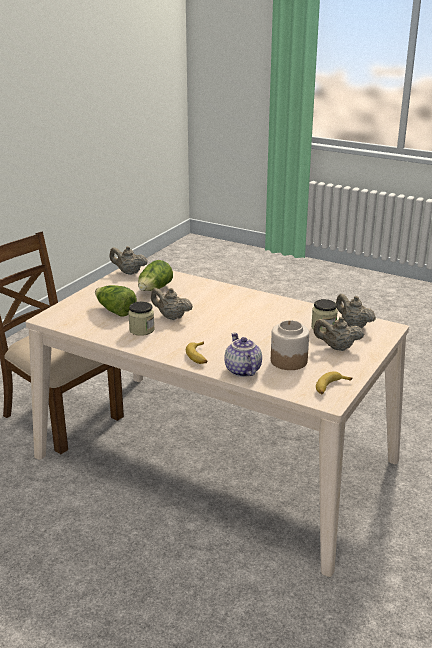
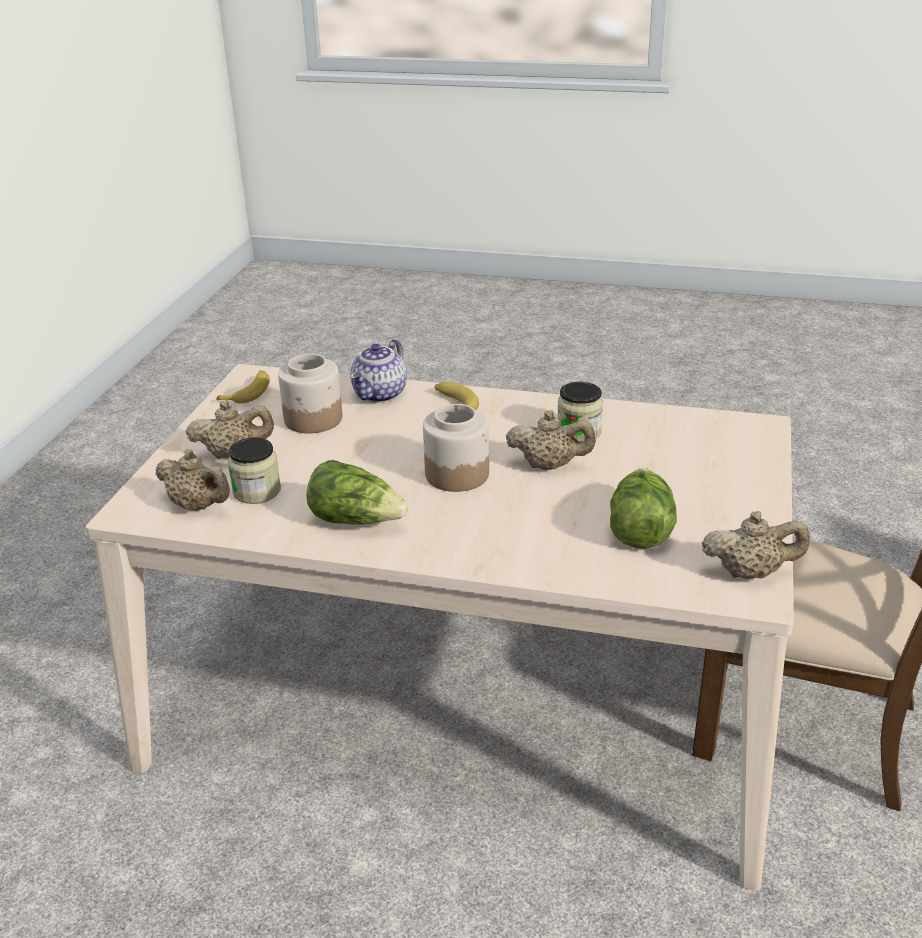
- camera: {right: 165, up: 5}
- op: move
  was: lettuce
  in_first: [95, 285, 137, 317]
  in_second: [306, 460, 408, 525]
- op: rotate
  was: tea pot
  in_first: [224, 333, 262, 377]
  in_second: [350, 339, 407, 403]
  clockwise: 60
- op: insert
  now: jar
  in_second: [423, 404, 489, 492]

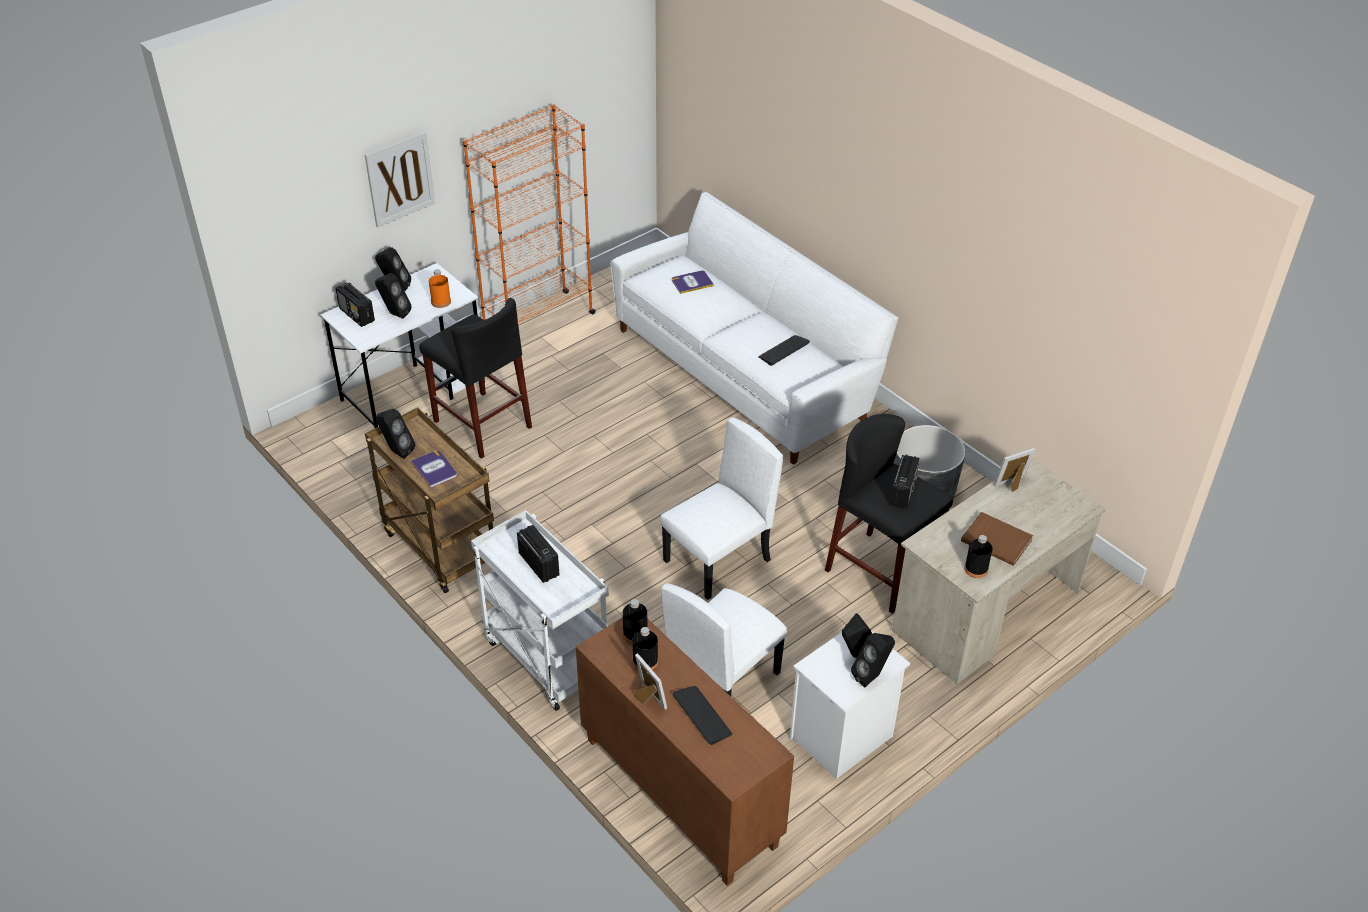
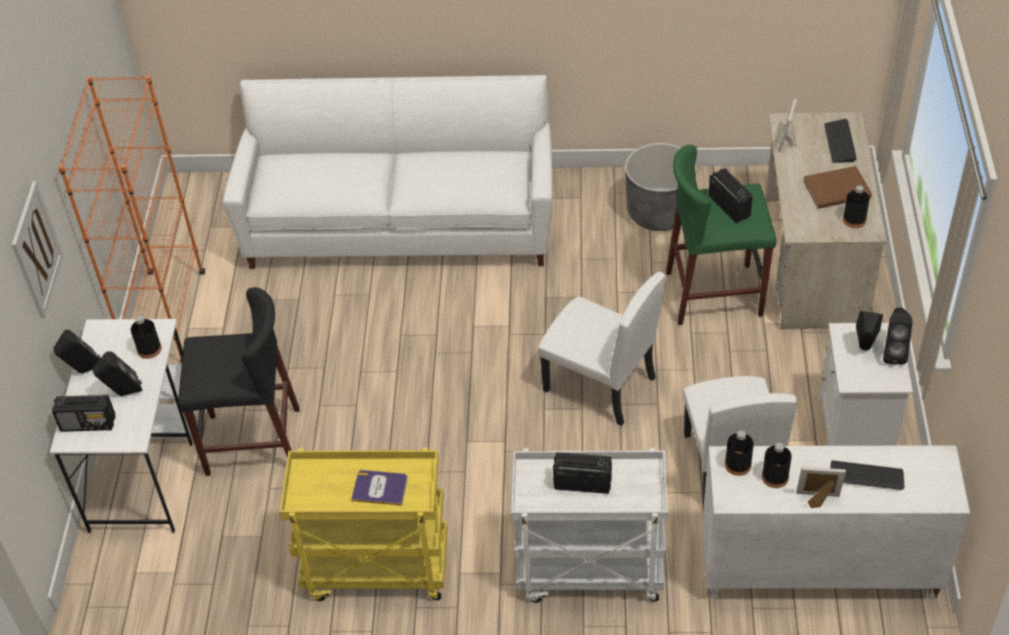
- camera: {right: -45, up: 5}
- op: recolor
  was: brown-coloured cart
  now: yellow cart
  in_first: [365, 407, 494, 593]
  in_second: [279, 448, 448, 601]
- op: delete
  was: black loudspeaker
  in_first: [376, 409, 415, 459]
- op: recolor
  was: orangey bottle
  now: black bottle
  in_first: [429, 269, 451, 308]
  in_second: [131, 316, 162, 359]
- op: recolor
  was: brown-coloured cabinet
  now: white-coloured cabinet
  in_first: [576, 617, 794, 886]
  in_second: [702, 445, 970, 599]
- op: rotate
  was: white-coloured chair
  in_first: [660, 417, 783, 600]
  in_second: [538, 272, 666, 426]
  clockwise: 120
- op: delete
  was: volume
  in_first: [672, 270, 714, 294]
- op: move
  was: keyboard
  in_first: [758, 335, 810, 366]
  in_second: [824, 119, 857, 163]
- op: recolor
  was: black stool
  now: green-coloured stool
  in_first: [825, 414, 953, 614]
  in_second: [666, 145, 777, 325]

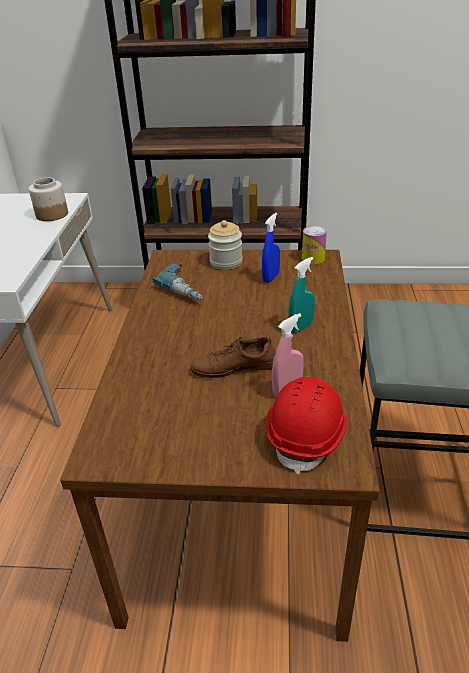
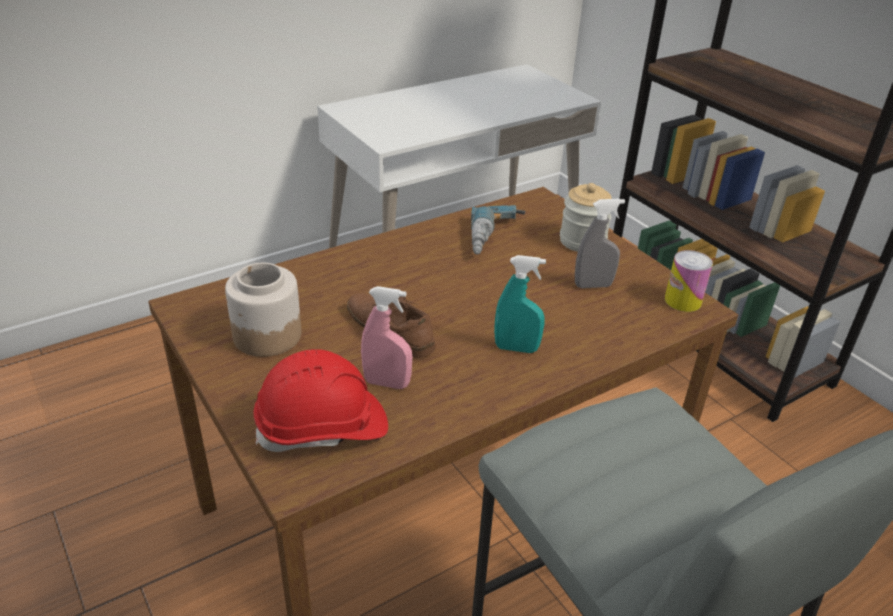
- camera: {right: 50, up: 0}
- op: move
  was: jar
  in_first: [29, 177, 68, 221]
  in_second: [225, 263, 301, 357]
- op: recolor
  was: blue-coloured sprayer
  now: gray sprayer
  in_first: [262, 213, 280, 283]
  in_second: [575, 199, 625, 288]

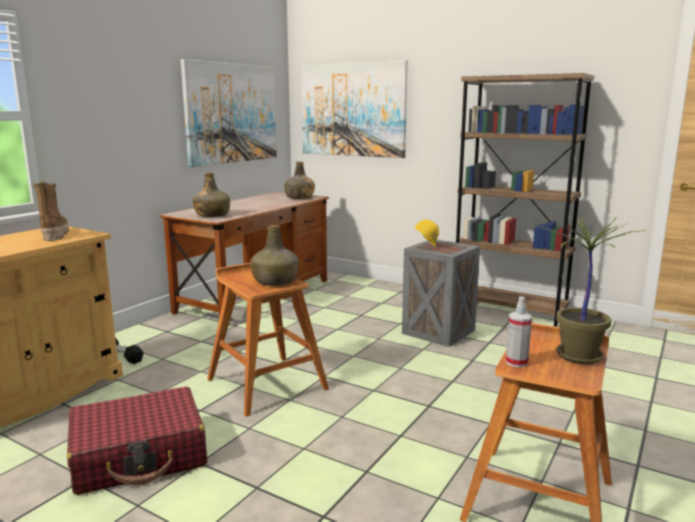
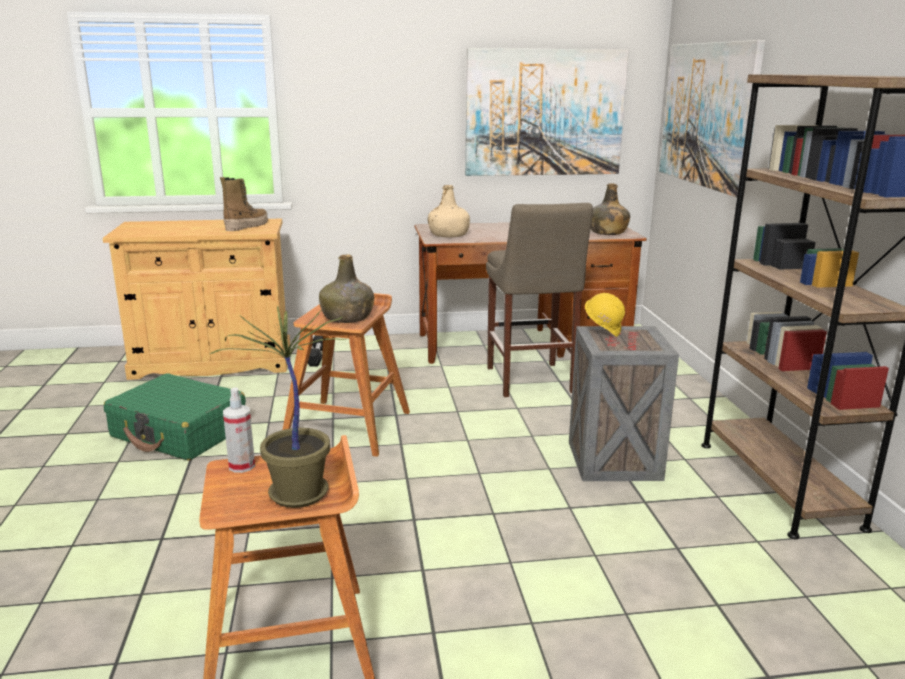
- camera: {right: 50, up: 5}
- op: recolor
  was: red-coloured piece of luggage
  now: green-coloured piece of luggage
  in_first: [67, 387, 207, 495]
  in_second: [104, 373, 246, 461]
- op: recolor
  was: green-coloured bottle
  now: sand-coloured bottle
  in_first: [193, 173, 230, 217]
  in_second: [428, 185, 470, 237]
- op: insert
  now: sand-coloured stool
  in_second: [486, 203, 593, 397]

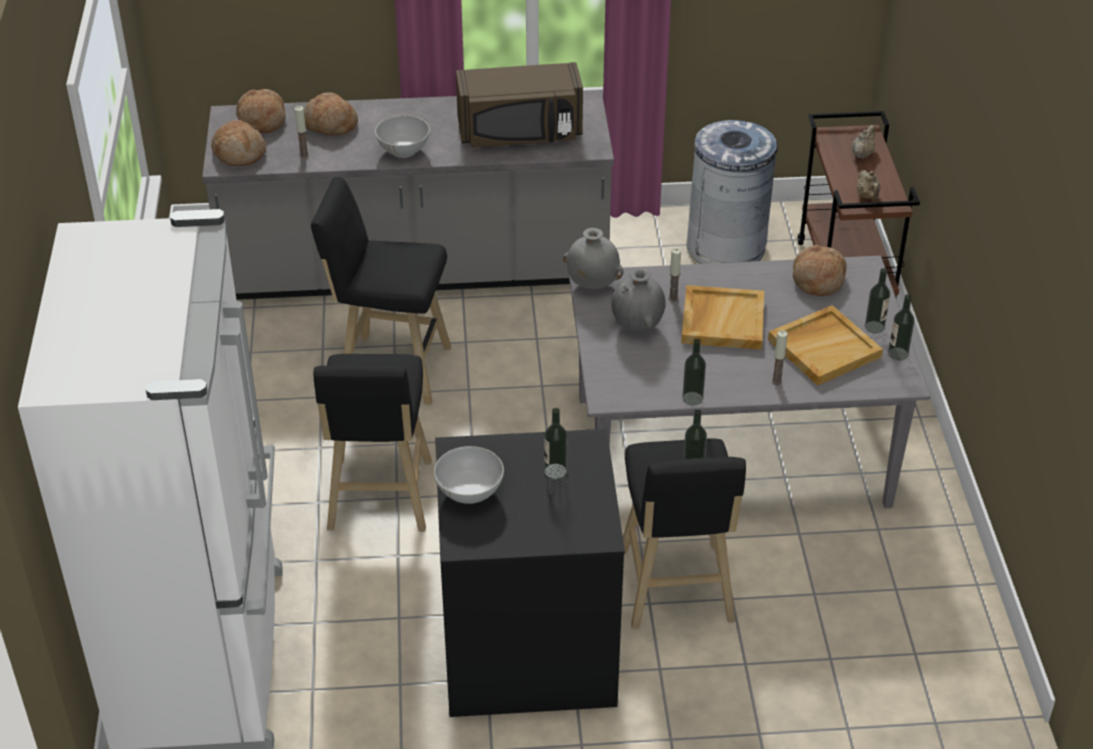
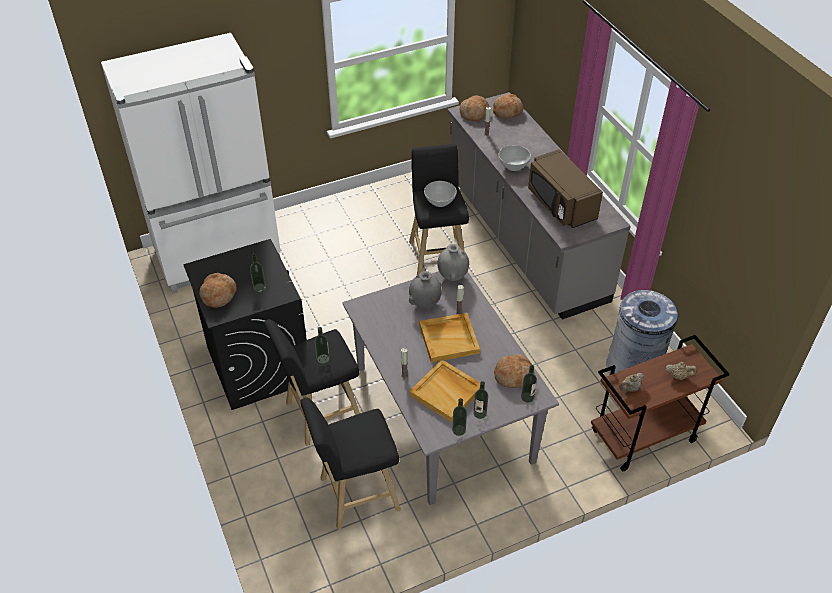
- camera: {right: 70, up: 5}
- op: move
  was: bakery bread
  in_first: [304, 92, 358, 136]
  in_second: [199, 273, 237, 308]
- op: move
  was: black stool
  in_first: [314, 354, 432, 531]
  in_second: [300, 397, 401, 530]
- op: move
  was: white-coloured deep dish
  in_first: [434, 446, 504, 504]
  in_second: [424, 181, 457, 207]
- op: move
  was: bottle
  in_first: [682, 338, 706, 405]
  in_second: [521, 365, 537, 403]

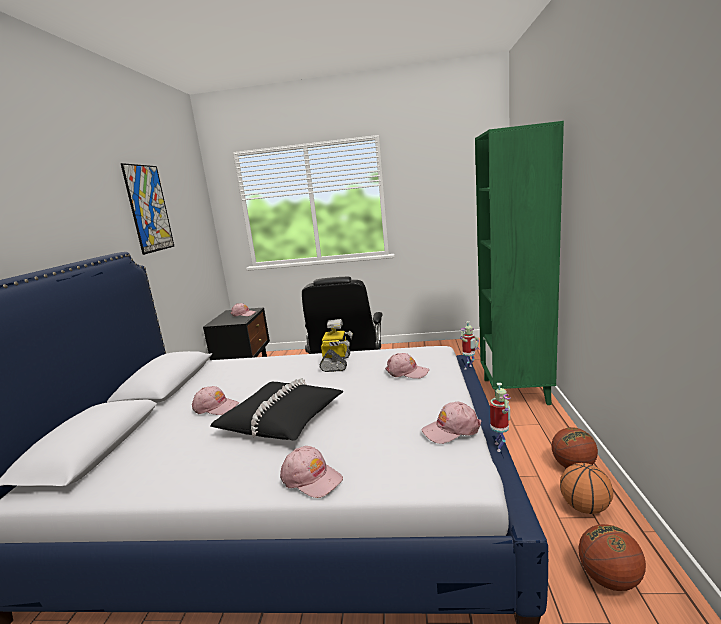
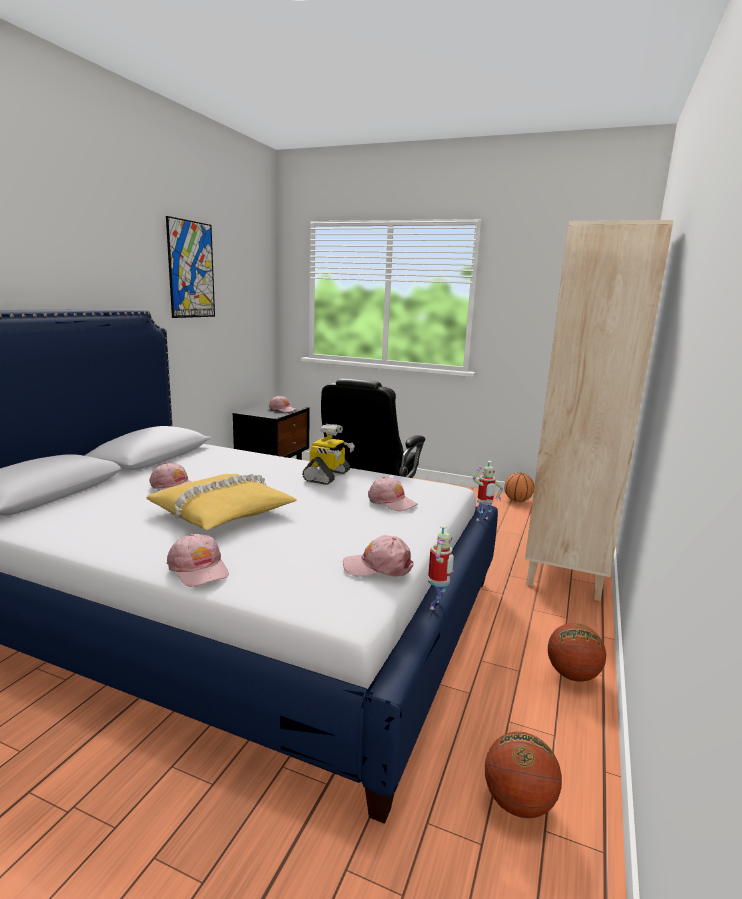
- camera: {right: 15, up: 0}
- op: recolor
  was: black pillow
  now: yellow pillow
  in_first: [211, 378, 343, 441]
  in_second: [146, 473, 297, 530]
- op: recolor
  was: green-coloured shelving unit
  now: sand-coloured shelving unit
  in_first: [475, 121, 564, 405]
  in_second: [525, 220, 674, 601]
- op: move
  was: basketball
  in_first: [560, 463, 613, 514]
  in_second: [504, 472, 534, 502]

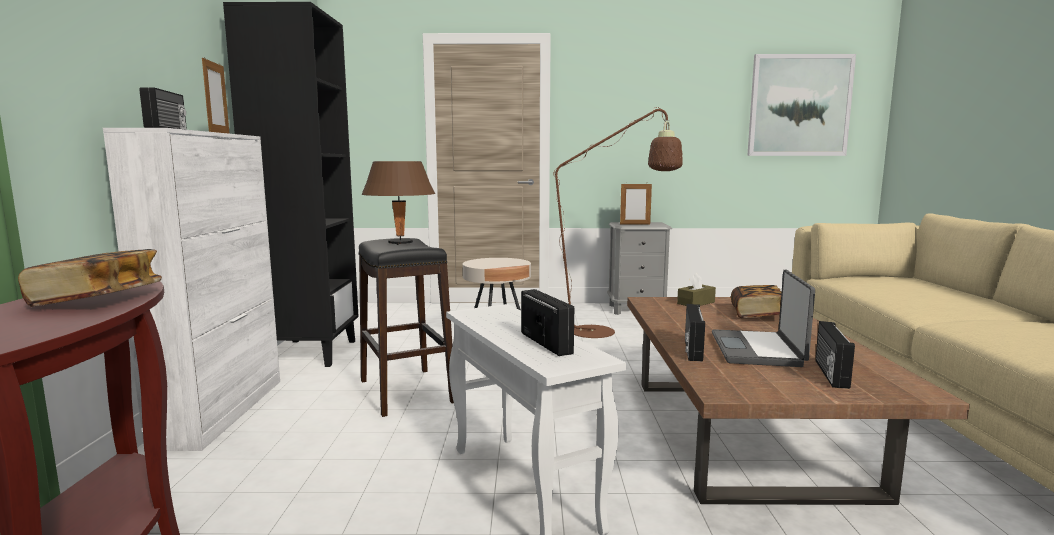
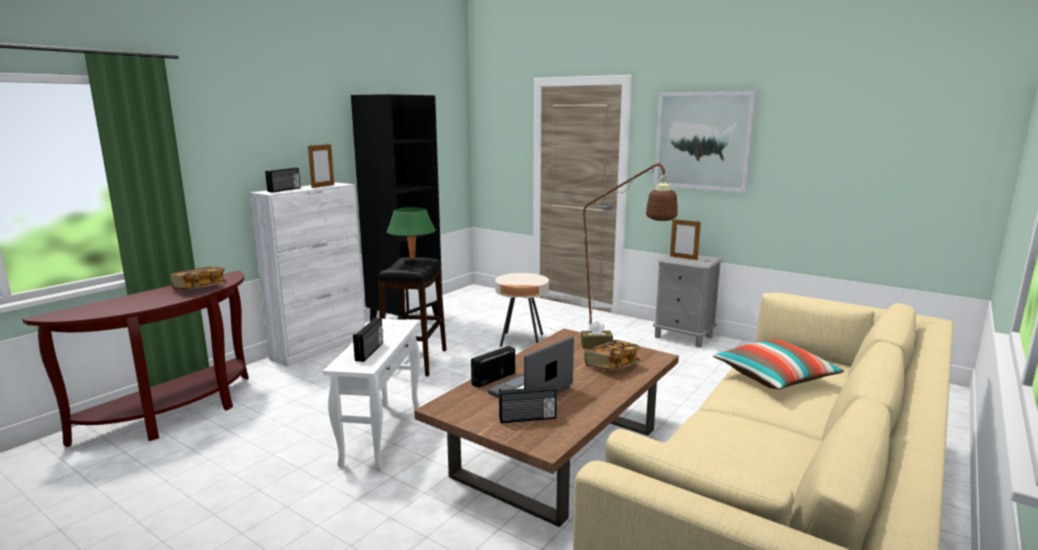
- camera: {right: 35, up: 5}
- op: recolor
  was: brown-coloured table lamp
  now: green-coloured table lamp
  in_first: [362, 161, 435, 245]
  in_second: [387, 207, 435, 265]
- op: move
  was: wall picture
  in_first: [747, 54, 856, 156]
  in_second: [653, 91, 756, 193]
- op: rotate
  was: radio set
  in_first: [815, 321, 855, 389]
  in_second: [499, 385, 557, 423]
  clockwise: -150
- op: insert
  now: pillow
  in_second: [713, 339, 844, 390]

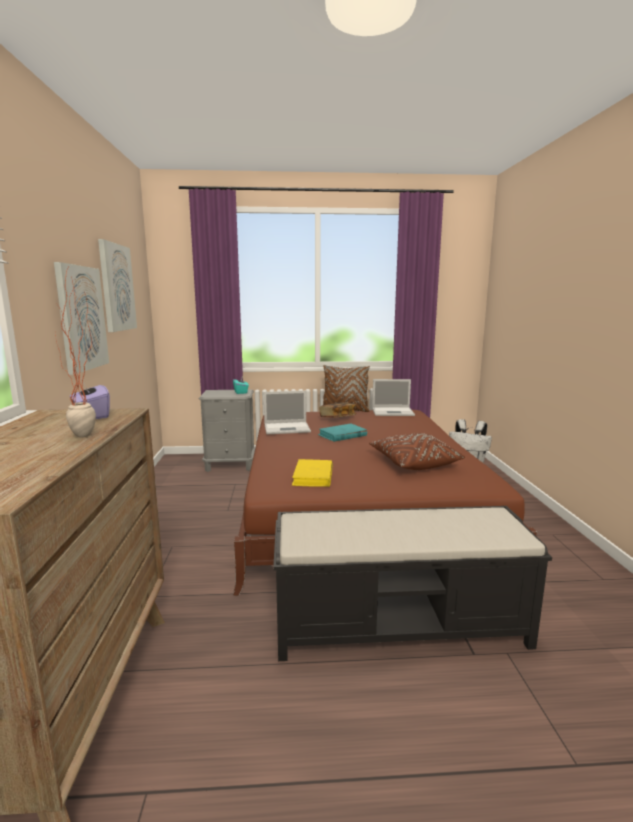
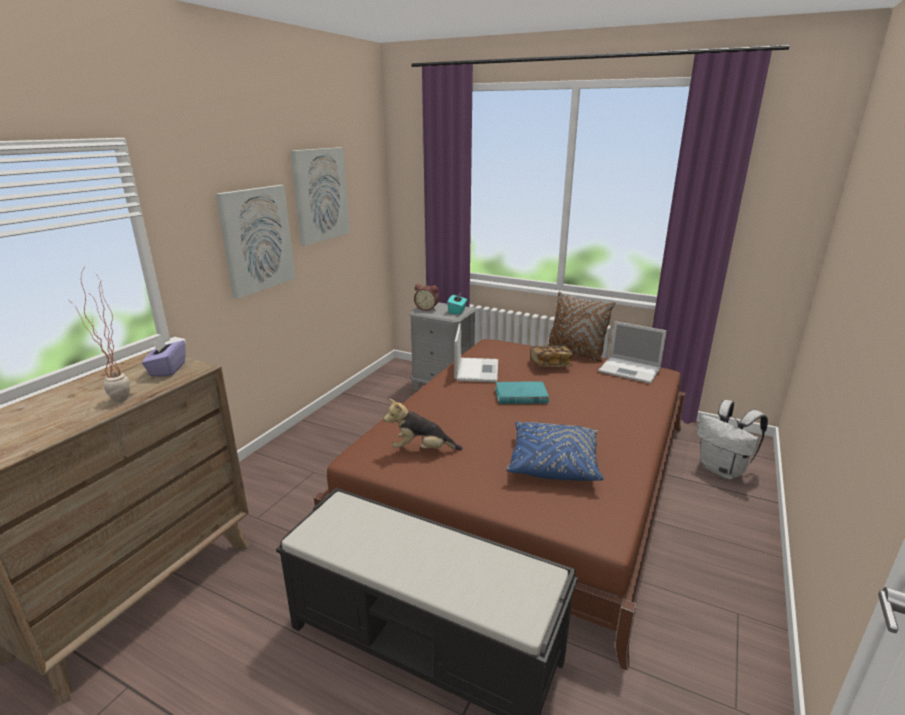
- camera: {right: 30, up: 10}
- op: rotate
  was: notebook computer
  in_first: [264, 391, 311, 434]
  in_second: [454, 323, 498, 382]
  clockwise: -105
- op: replace
  was: yellow volume
  now: plush toy
  in_first: [292, 459, 333, 487]
  in_second: [384, 399, 462, 450]
- op: recolor
  was: brown-coloured pillow
  now: blue-coloured pillow
  in_first: [369, 433, 465, 470]
  in_second: [506, 421, 603, 481]
- op: insert
  now: table clock
  in_second: [414, 284, 439, 311]

